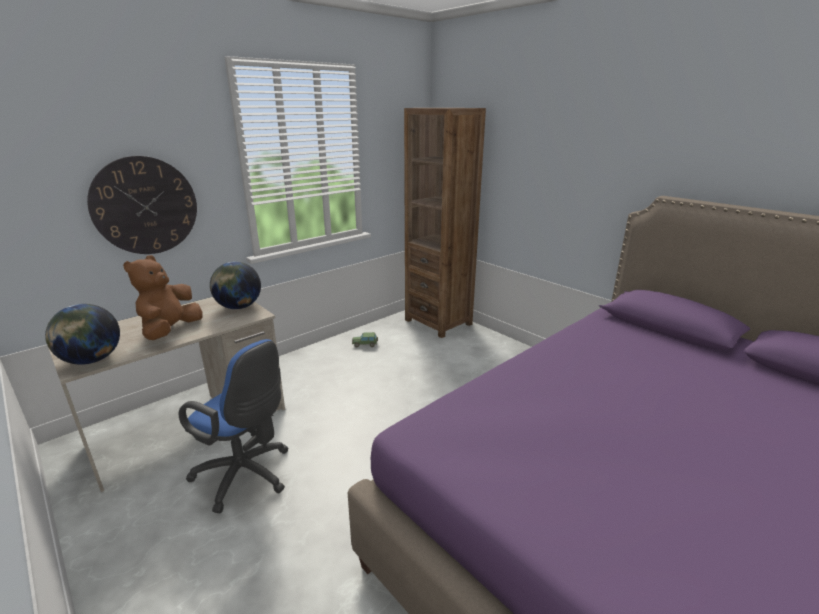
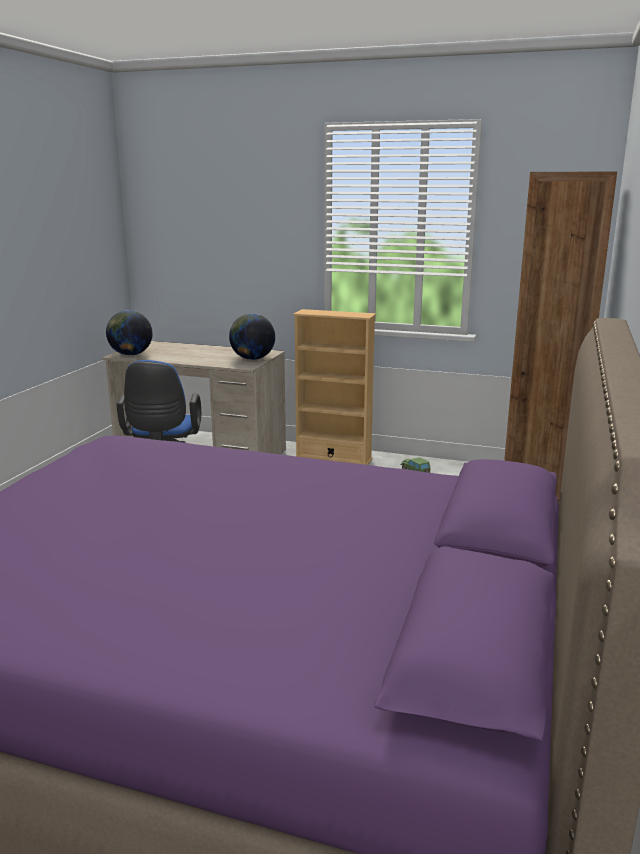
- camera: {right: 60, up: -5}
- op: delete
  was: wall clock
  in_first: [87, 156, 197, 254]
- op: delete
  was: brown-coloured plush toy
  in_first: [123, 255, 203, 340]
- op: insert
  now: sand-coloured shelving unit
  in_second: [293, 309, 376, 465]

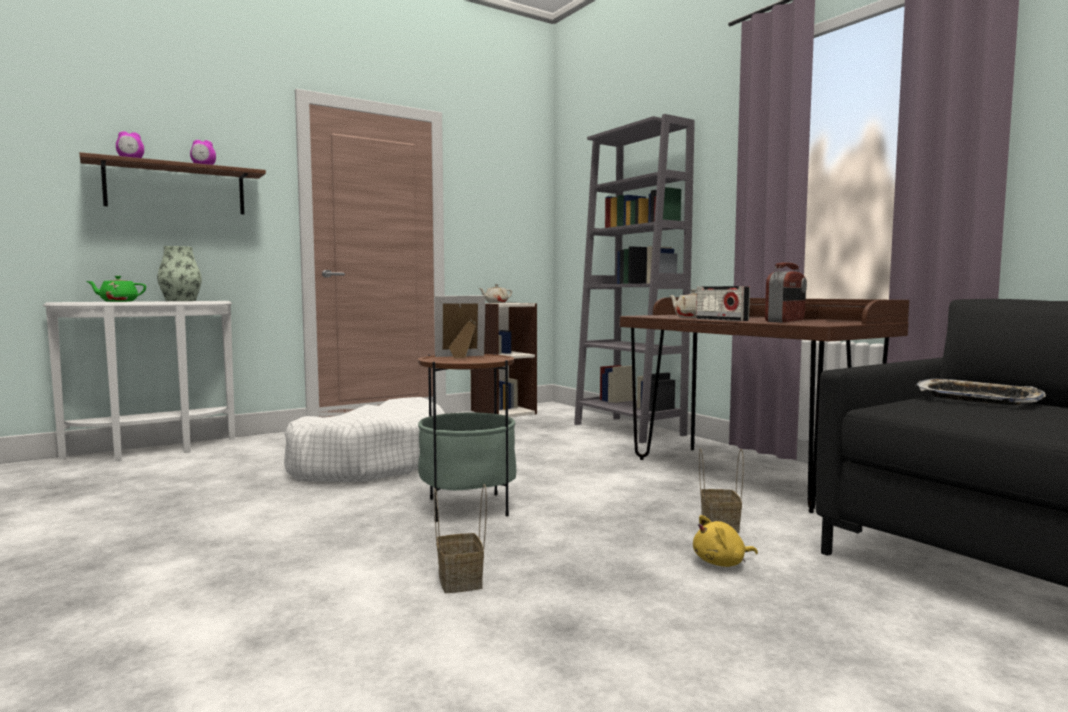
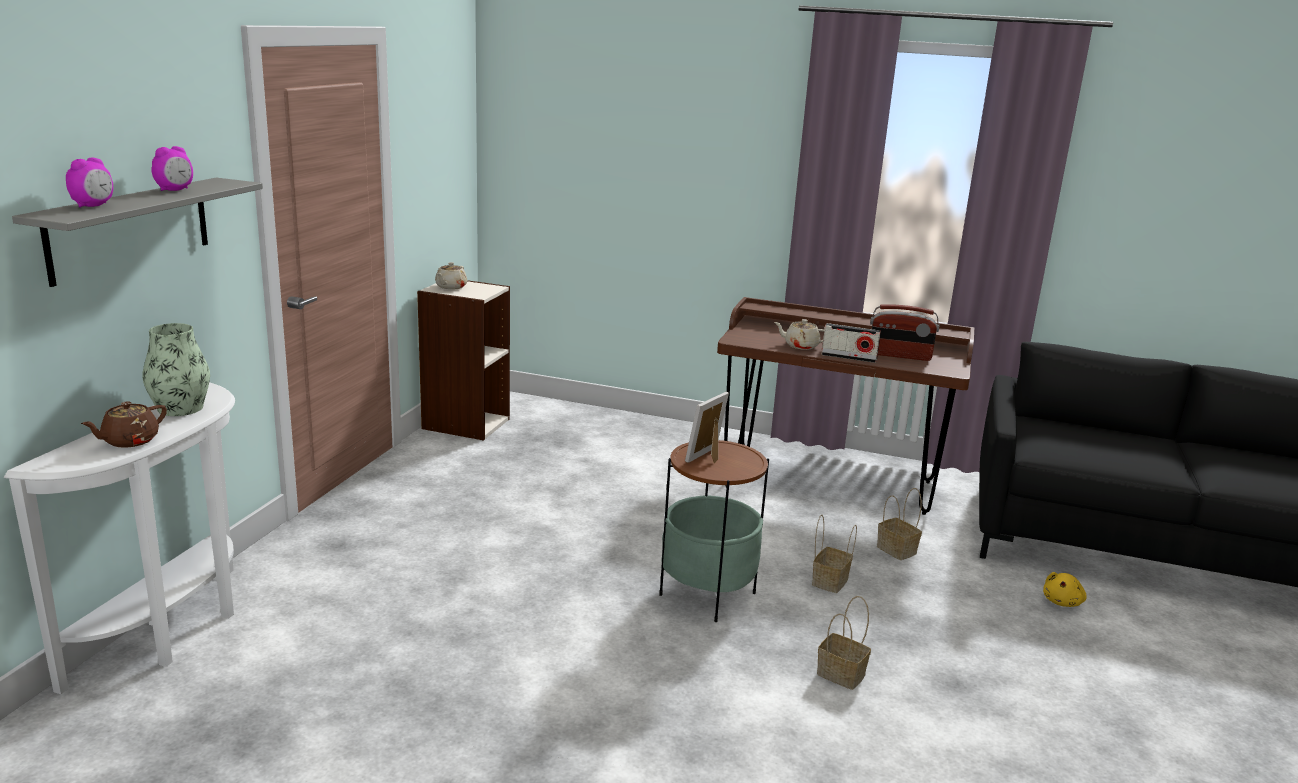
- camera: {right: -40, up: 15}
- op: recolor
  was: brown-coloured shelf
  now: gray shelf
  in_first: [79, 152, 266, 214]
  in_second: [12, 178, 263, 287]
- op: recolor
  was: green-coloured tea pot
  now: brown-coloured tea pot
  in_first: [87, 276, 146, 302]
  in_second: [81, 401, 167, 448]
- op: delete
  was: white-coloured dog cushion
  in_first: [284, 397, 445, 482]
- op: delete
  was: gray shelving unit
  in_first: [574, 114, 695, 443]
- op: move
  was: yellow plush toy
  in_first: [693, 515, 758, 567]
  in_second: [1043, 572, 1087, 607]
- op: rotate
  was: radio set
  in_first: [765, 262, 807, 322]
  in_second: [870, 304, 939, 361]
  clockwise: 105
- op: delete
  was: tray
  in_first: [916, 379, 1046, 406]
- op: insert
  now: basket
  in_second: [812, 515, 857, 593]

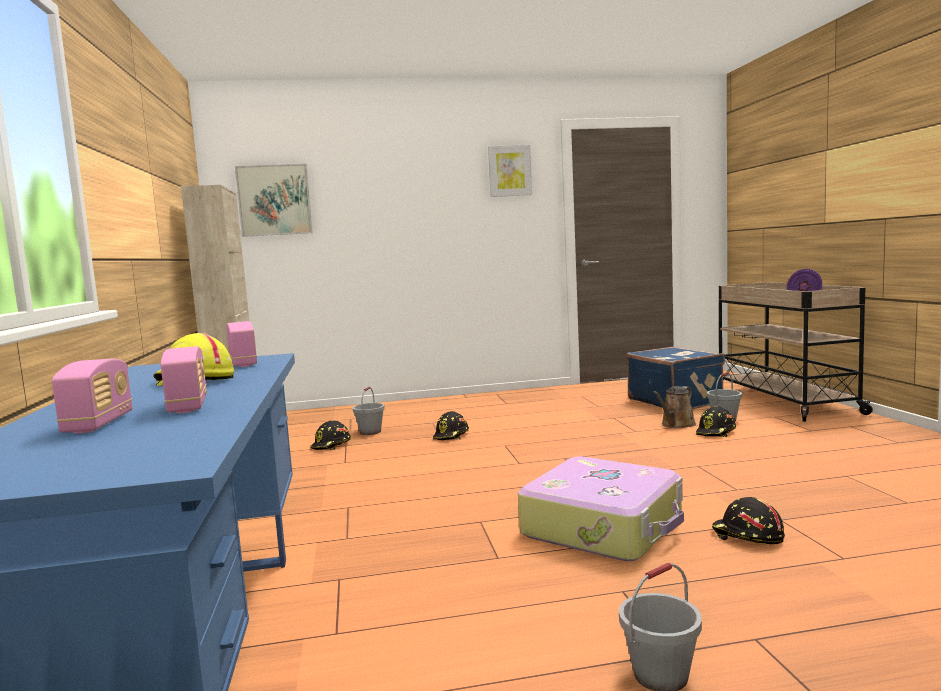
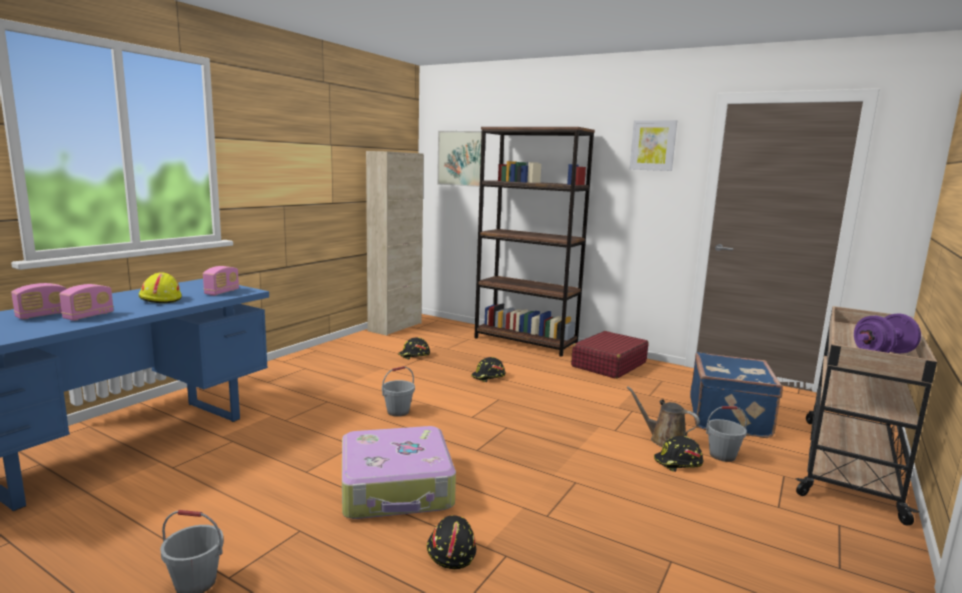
- camera: {right: 40, up: 5}
- op: move
  was: gray bucket
  in_first: [353, 386, 385, 435]
  in_second: [382, 366, 415, 417]
- op: rotate
  was: brown-coloured watering pot
  in_first: [653, 386, 696, 428]
  in_second: [627, 386, 700, 447]
  clockwise: 45
- op: insert
  now: brown-coloured shelving unit
  in_second: [474, 127, 595, 357]
- op: insert
  now: red-coloured piece of luggage
  in_second: [571, 331, 649, 379]

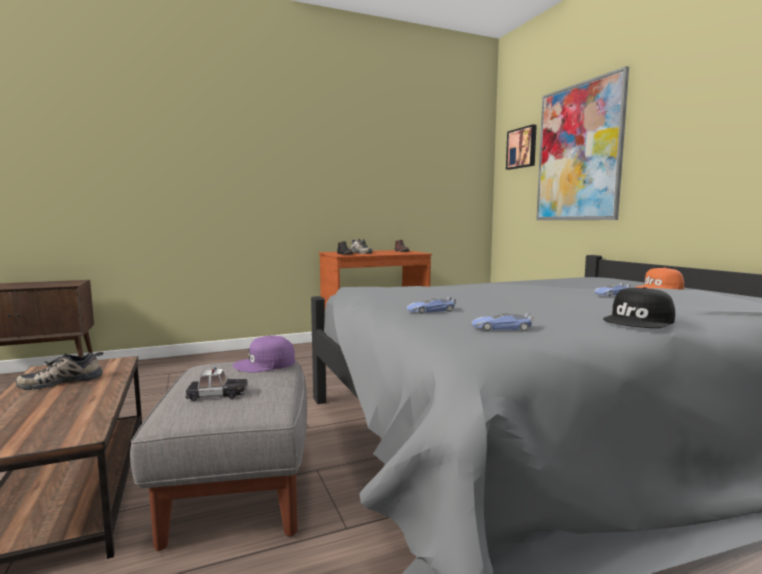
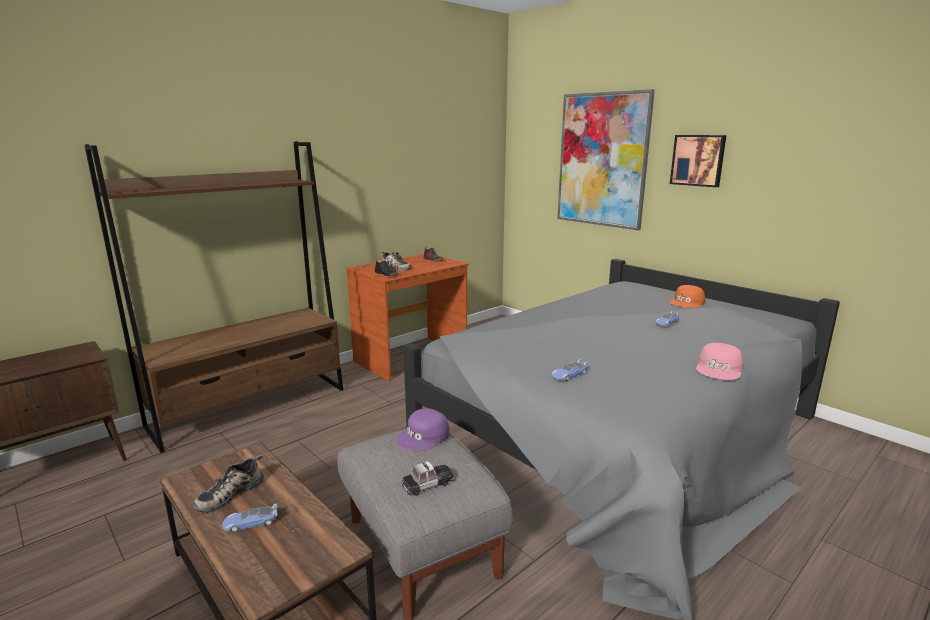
- camera: {right: -20, up: 10}
- op: move
  was: miniature car
  in_first: [472, 313, 534, 331]
  in_second: [222, 503, 278, 532]
- op: move
  was: wall picture
  in_first: [506, 124, 537, 170]
  in_second: [670, 135, 726, 187]
- op: recolor
  was: black cap
  now: pink cap
  in_first: [603, 287, 675, 328]
  in_second: [696, 343, 743, 380]
- op: insert
  now: brown-coloured shelving unit
  in_second: [84, 141, 343, 453]

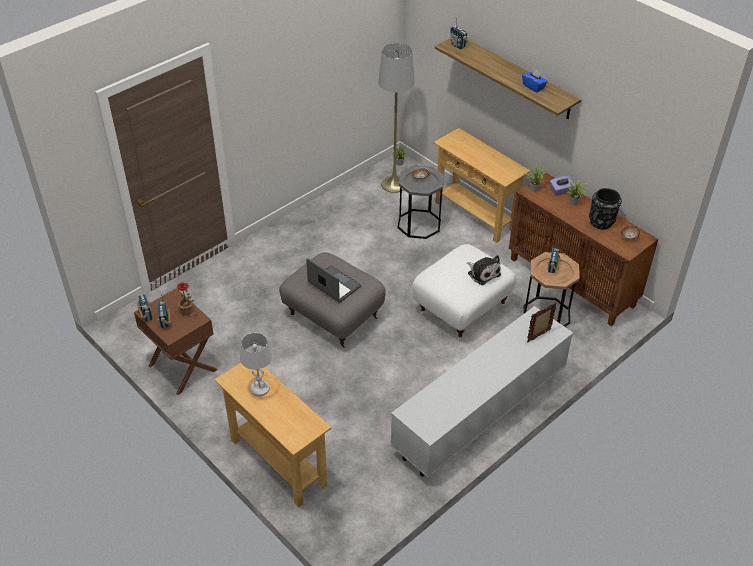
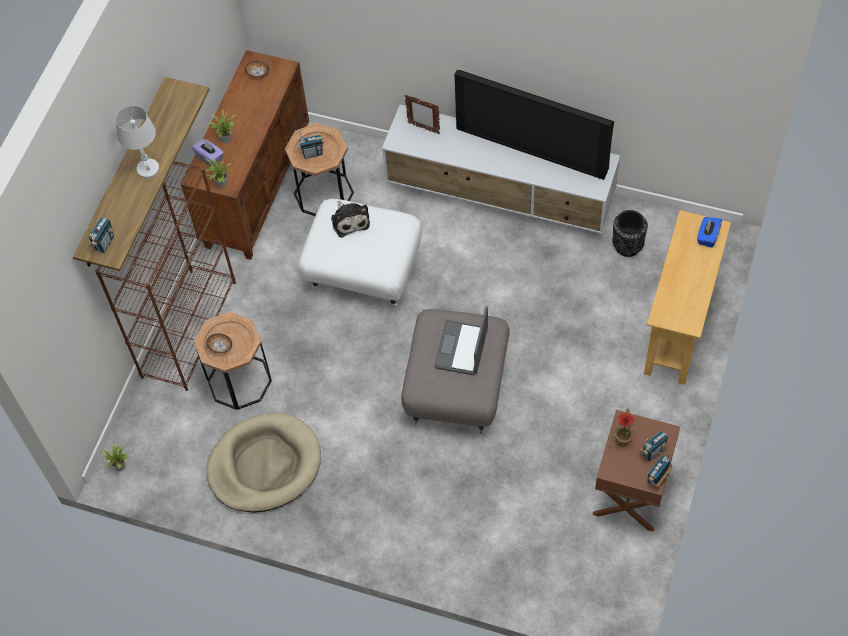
- camera: {right: -115, up: 15}
- op: move
  was: white-coloured table lamp
  in_first: [240, 333, 272, 396]
  in_second: [116, 106, 159, 178]
- op: delete
  was: gray standing lamp
  in_first: [378, 43, 415, 193]
- op: recolor
  was: gray end table
  now: brown-coloured end table
  in_first: [398, 165, 444, 239]
  in_second: [194, 312, 272, 410]
- op: replace
  was: sand-coloured narrow table
  now: brown-coloured shelving unit
  in_first: [434, 128, 530, 243]
  in_second: [95, 161, 236, 391]
- op: rotate
  was: plush toy
  in_first: [467, 255, 501, 285]
  in_second: [331, 201, 370, 238]
  clockwise: 135
- op: move
  was: blue-coloured tissue holder
  in_first: [522, 69, 548, 92]
  in_second: [697, 217, 722, 248]
- op: move
  was: black flower vase
  in_first: [589, 188, 622, 230]
  in_second: [612, 210, 648, 257]
- op: insert
  now: sand-coloured dog cushion
  in_second: [207, 412, 321, 513]
- op: insert
  now: television
  in_second: [454, 70, 614, 180]

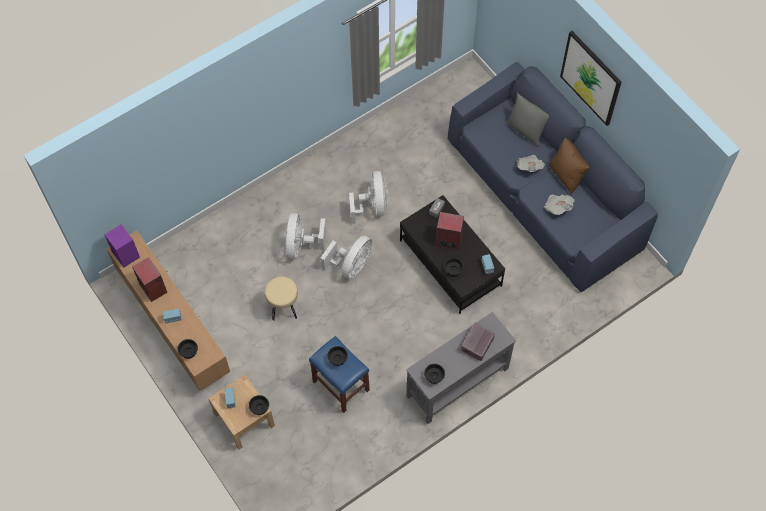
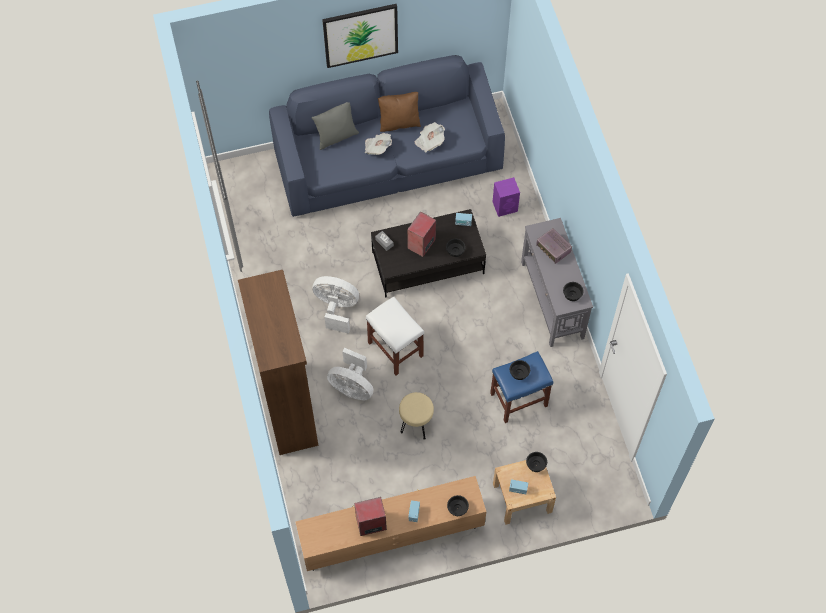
- camera: {right: -70, up: 0}
- op: move
  was: purple loudspeaker
  in_first: [105, 224, 140, 268]
  in_second: [493, 177, 520, 217]
- op: replace
  was: white-coloured electric fan
  now: white-coloured stool
  in_first: [320, 236, 372, 279]
  in_second: [366, 297, 424, 375]
- op: insert
  now: brown-coloured shelving unit
  in_second: [238, 270, 319, 455]

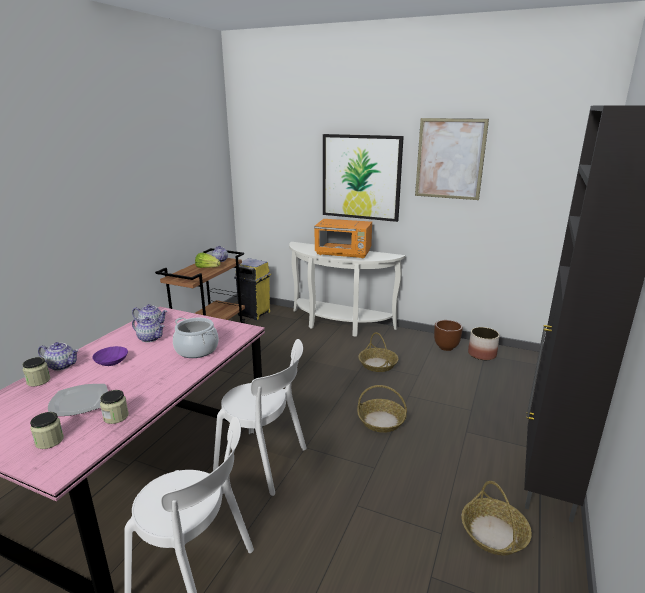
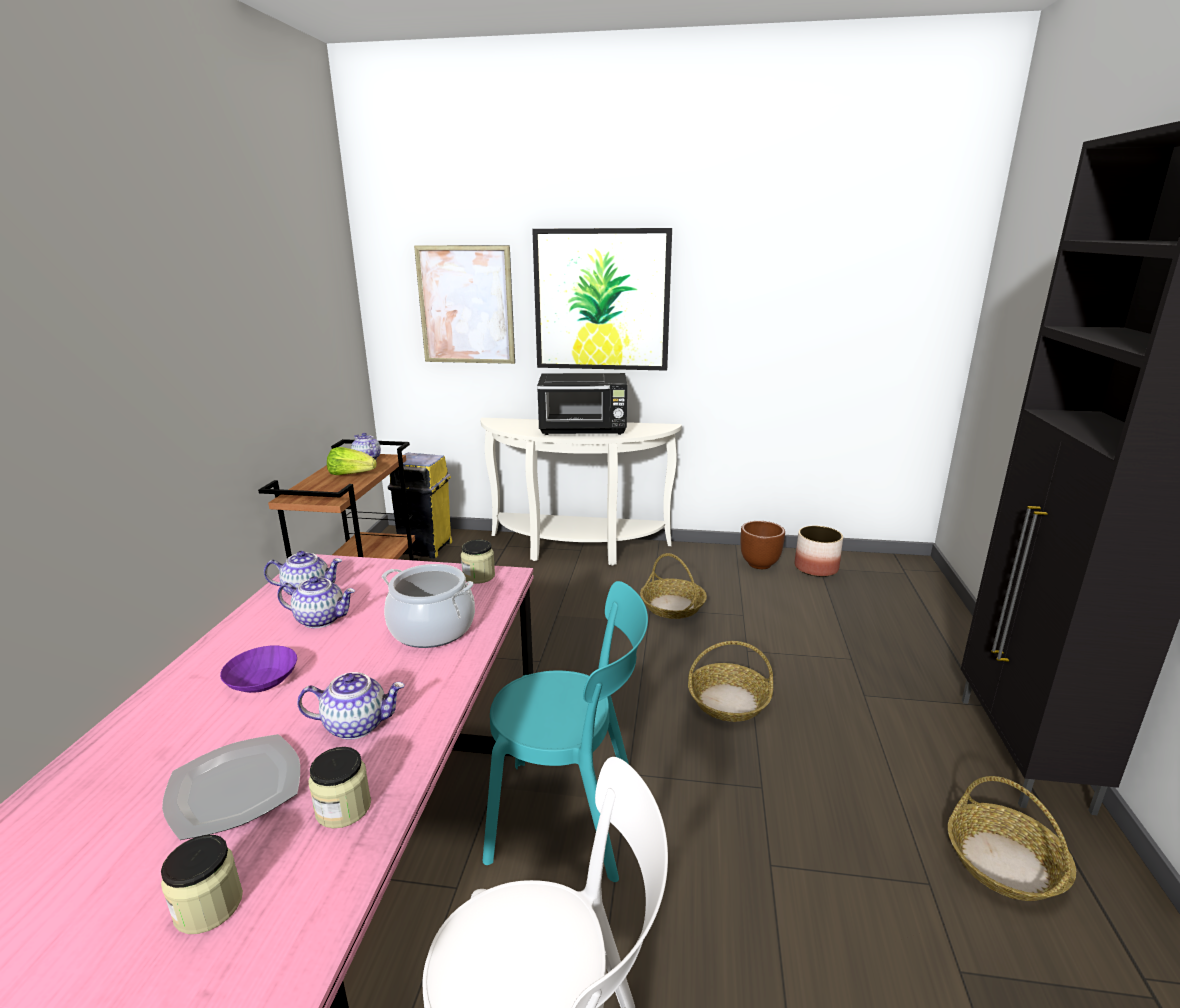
- camera: {right: -15, up: 0}
- op: move
  was: jar
  in_first: [22, 357, 50, 387]
  in_second: [461, 540, 495, 584]
- op: move
  was: tea pot
  in_first: [38, 342, 79, 371]
  in_second: [297, 672, 405, 740]
- op: recolor
  was: white-coloured chair
  now: turquoise chair
  in_first: [213, 339, 307, 496]
  in_second: [483, 581, 648, 882]
- op: recolor
  was: orangey kitchen microwave
  now: black kitchen microwave
  in_first: [314, 219, 372, 259]
  in_second: [537, 373, 627, 435]
- op: move
  was: wall picture
  in_first: [415, 118, 489, 200]
  in_second: [414, 245, 515, 364]

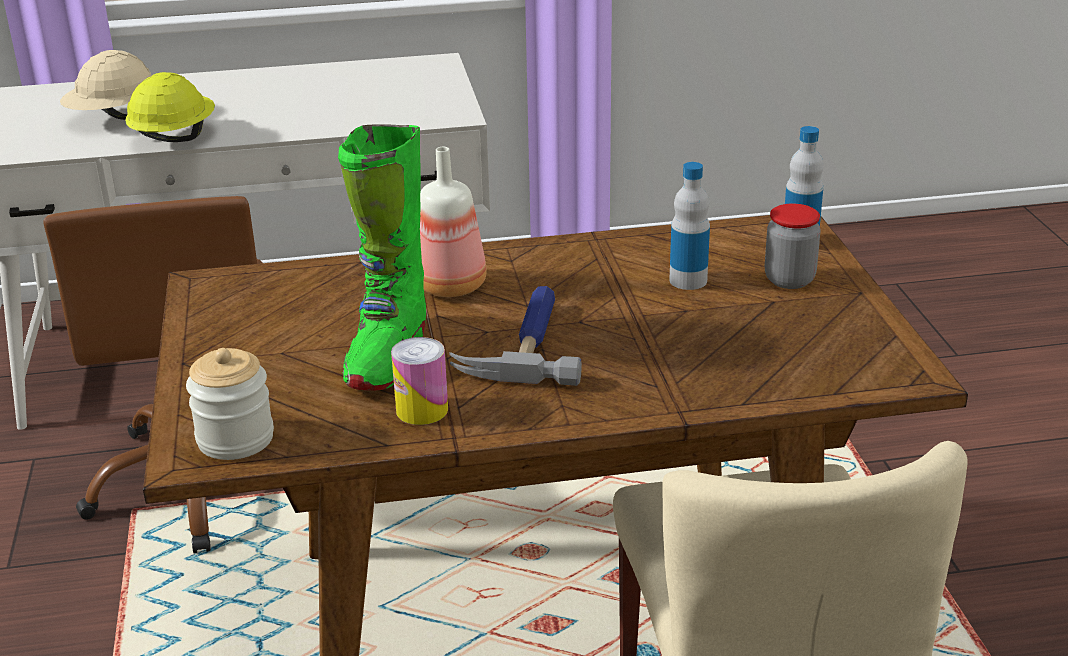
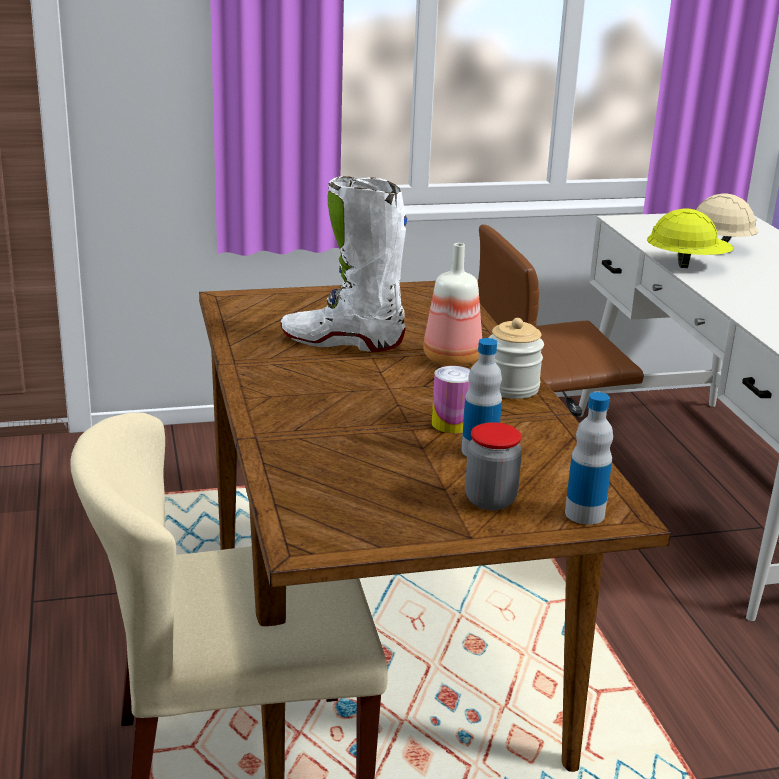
- camera: {right: 85, up: -5}
- op: move
  was: jar
  in_first: [186, 348, 274, 460]
  in_second: [489, 318, 544, 399]
- op: recolor
  was: green-coloured high-top boot
  now: white-coloured high-top boot
  in_first: [338, 124, 426, 391]
  in_second: [281, 176, 407, 352]
- op: move
  was: can
  in_first: [391, 337, 448, 425]
  in_second: [432, 366, 470, 433]
- op: delete
  was: tool hammer
  in_first: [450, 286, 582, 386]

